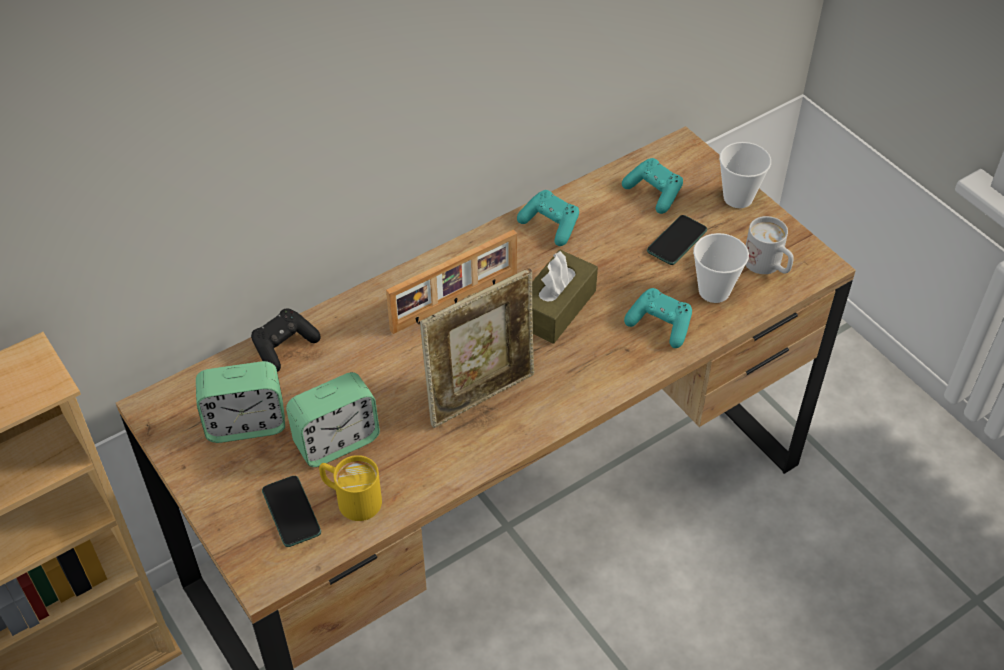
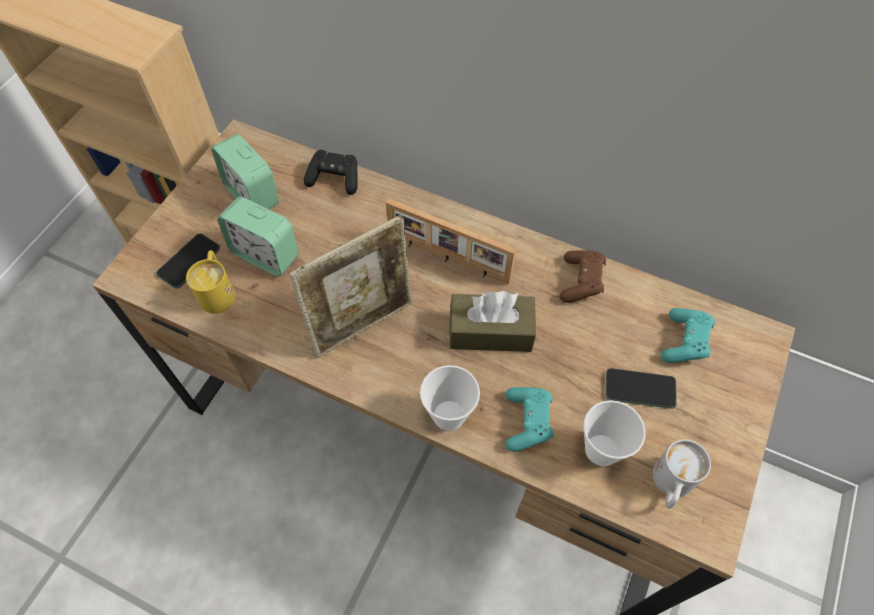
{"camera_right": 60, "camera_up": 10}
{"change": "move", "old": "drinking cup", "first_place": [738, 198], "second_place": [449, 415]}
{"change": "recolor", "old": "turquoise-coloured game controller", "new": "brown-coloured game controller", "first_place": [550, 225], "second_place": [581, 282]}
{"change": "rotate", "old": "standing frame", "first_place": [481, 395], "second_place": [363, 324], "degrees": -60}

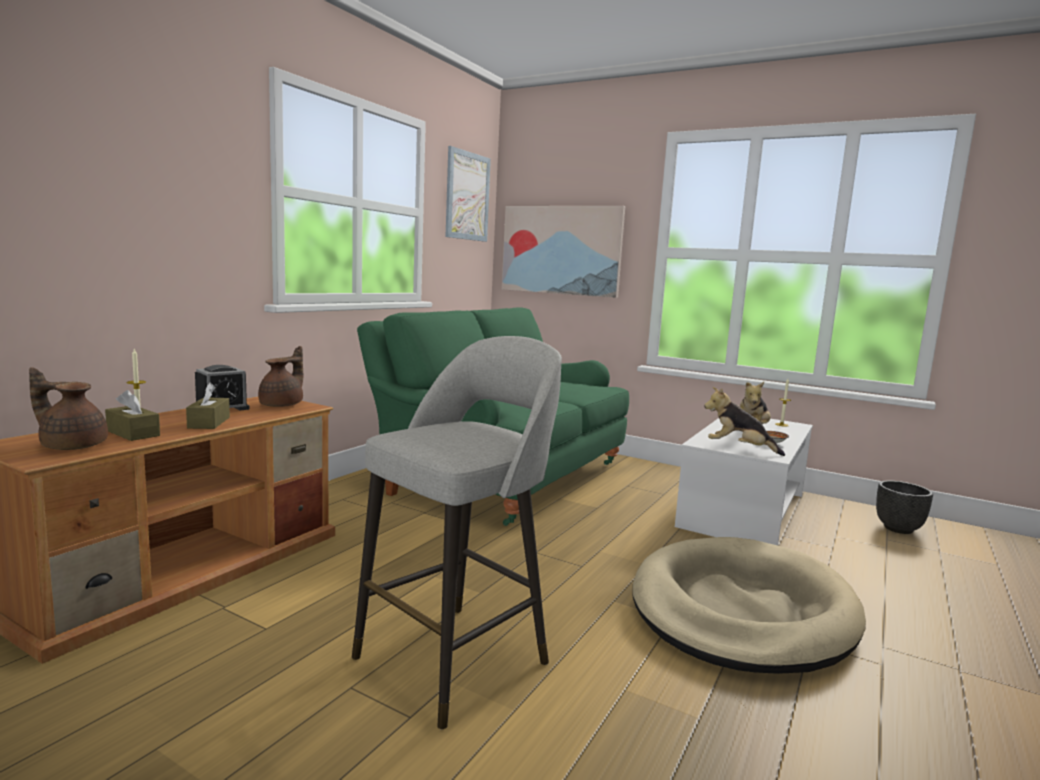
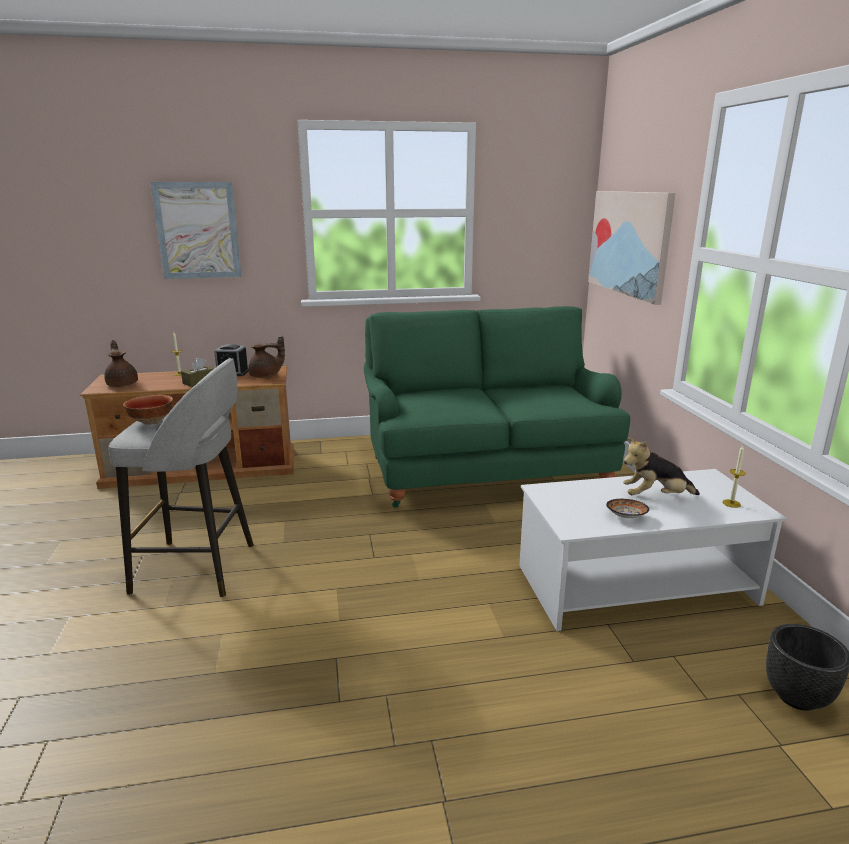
{"camera_right": 50, "camera_up": 10}
{"change": "move", "old": "picture", "first_place": [467, 196], "second_place": [197, 230]}
{"change": "delete", "old": "soft toy", "first_place": [739, 449]}
{"change": "delete", "old": "brown-coloured tissue holder", "first_place": [133, 433]}
{"change": "delete", "old": "beige dog bed", "first_place": [741, 610]}
{"change": "insert", "new": "bowl", "second_place": [150, 422]}

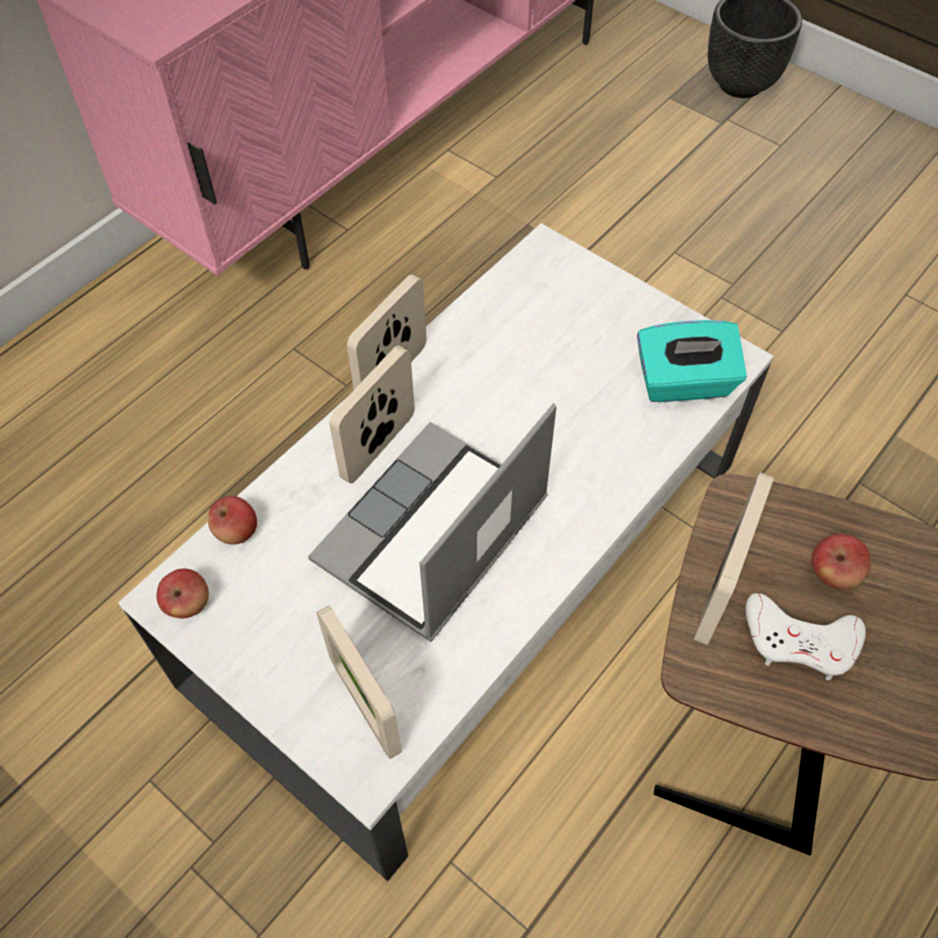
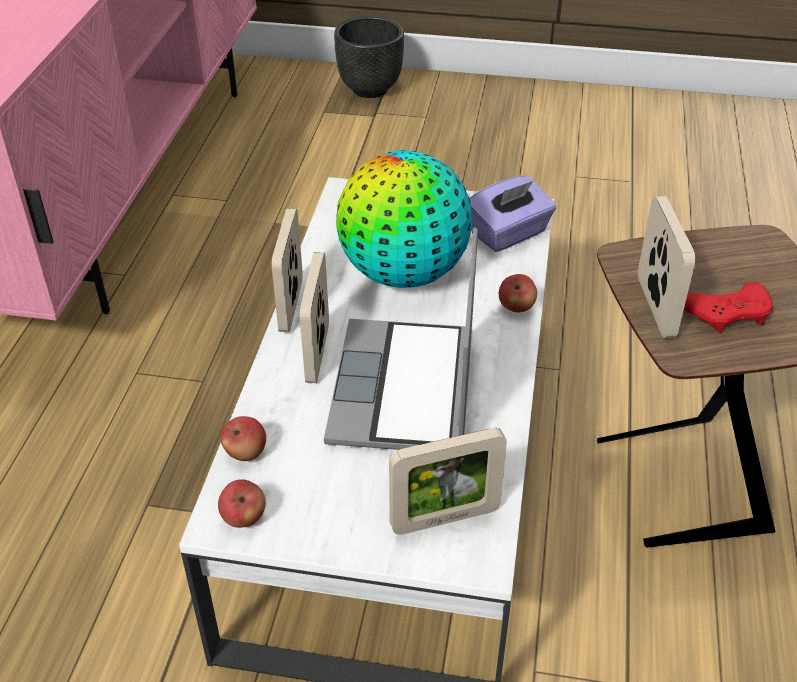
{"camera_right": -30, "camera_up": -15}
{"change": "recolor", "old": "turquoise-coloured tissue holder", "new": "purplish tissue holder", "first_place": [684, 383], "second_place": [509, 234]}
{"change": "move", "old": "apple fruit", "first_place": [833, 574], "second_place": [516, 307]}
{"change": "recolor", "old": "whitish game controller", "new": "red game controller", "first_place": [800, 641], "second_place": [727, 313]}
{"change": "rotate", "old": "standing frame", "first_place": [365, 706], "second_place": [445, 518], "degrees": -45}
{"change": "insert", "new": "world globe", "second_place": [404, 274]}

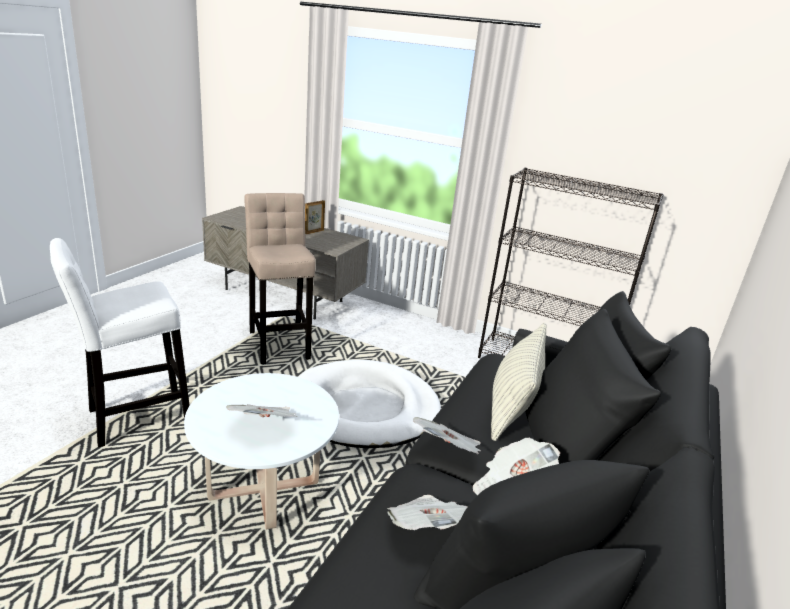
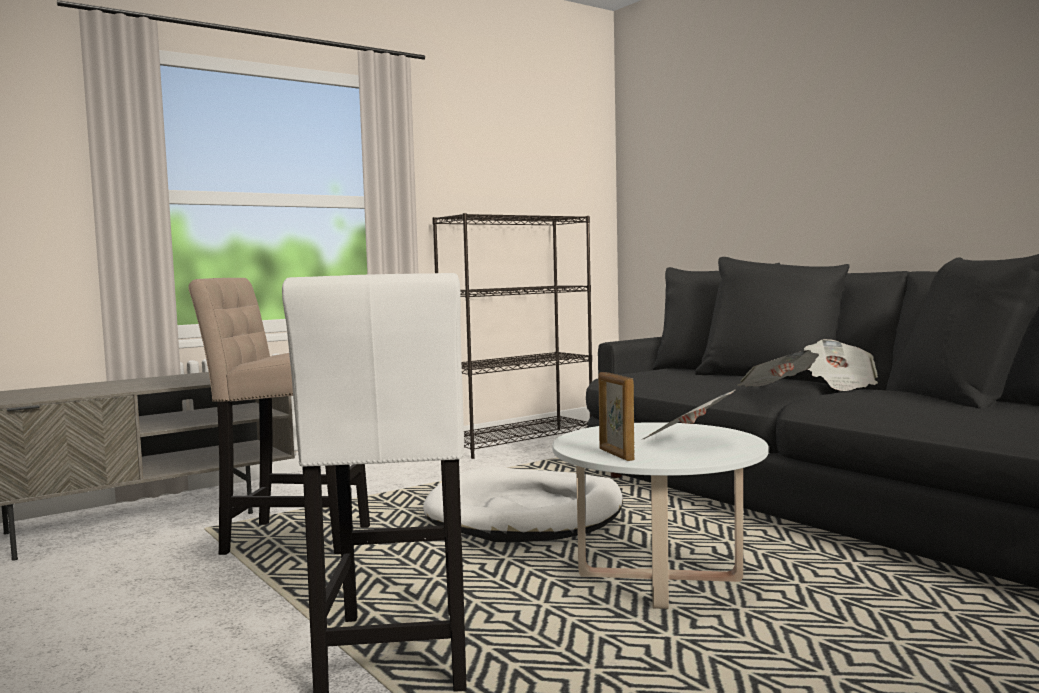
{"camera_right": -60, "camera_up": -20}
{"change": "move", "old": "standing frame", "first_place": [314, 232], "second_place": [615, 454]}
{"change": "delete", "old": "cushion", "first_place": [512, 406]}
{"change": "delete", "old": "newspaper", "first_place": [426, 528]}

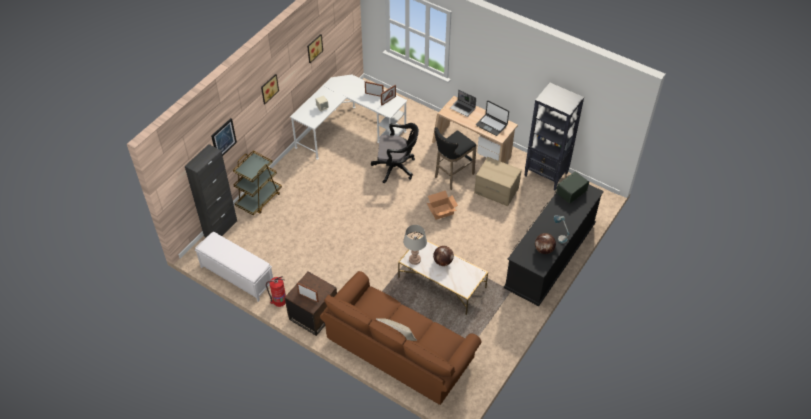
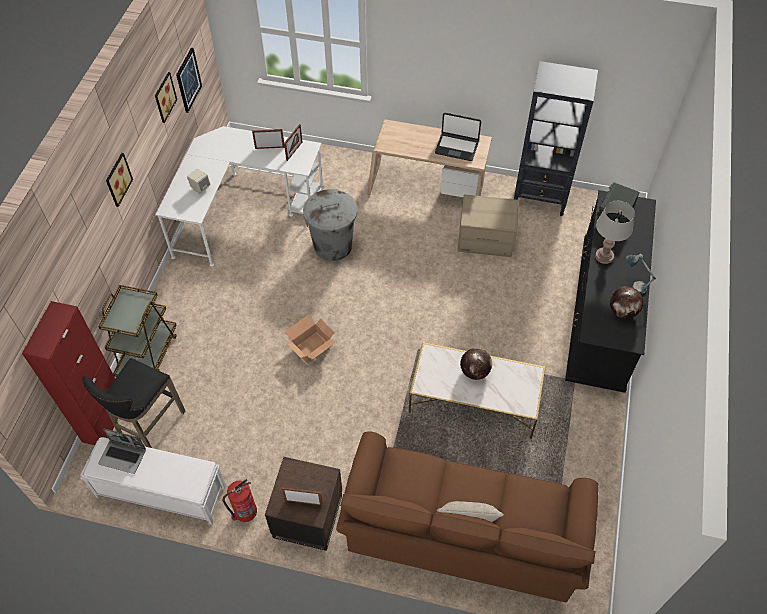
{"camera_right": -20, "camera_up": 5}
{"change": "move", "old": "portable computer", "first_place": [463, 108], "second_place": [123, 456]}
{"change": "move", "old": "picture", "first_place": [223, 138], "second_place": [188, 80]}
{"change": "replace", "old": "blackish desk chair", "new": "greyish trash can", "first_place": [396, 167], "second_place": [333, 245]}
{"change": "move", "old": "blackish stool", "first_place": [452, 176], "second_place": [149, 427]}
{"change": "recolor", "old": "blackish storage cabinet", "new": "red storage cabinet", "first_place": [220, 228], "second_place": [104, 421]}
{"change": "move", "old": "carton", "first_place": [442, 211], "second_place": [312, 347]}
{"change": "move", "old": "greyish table lamp", "first_place": [414, 260], "second_place": [604, 256]}

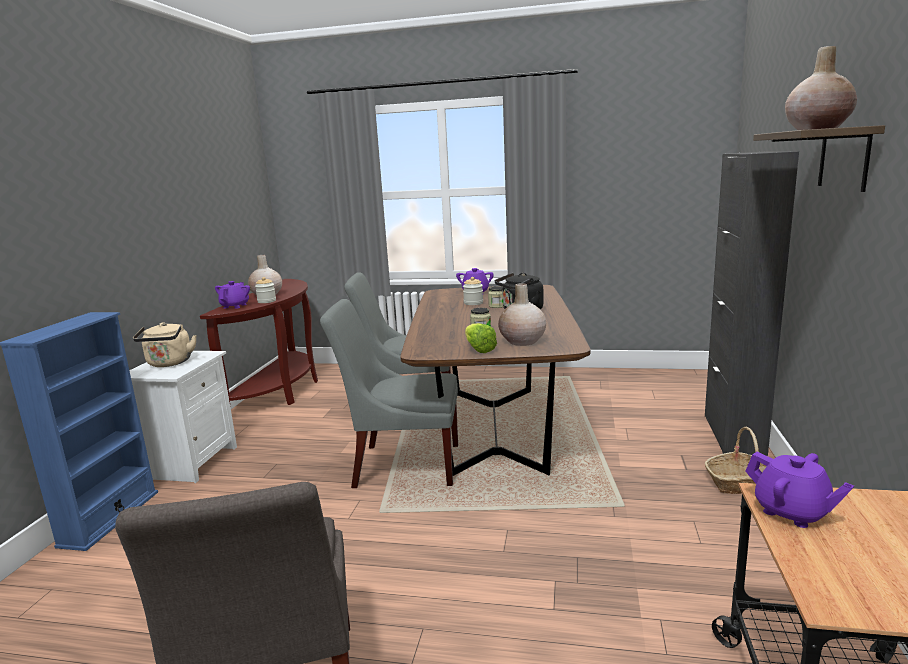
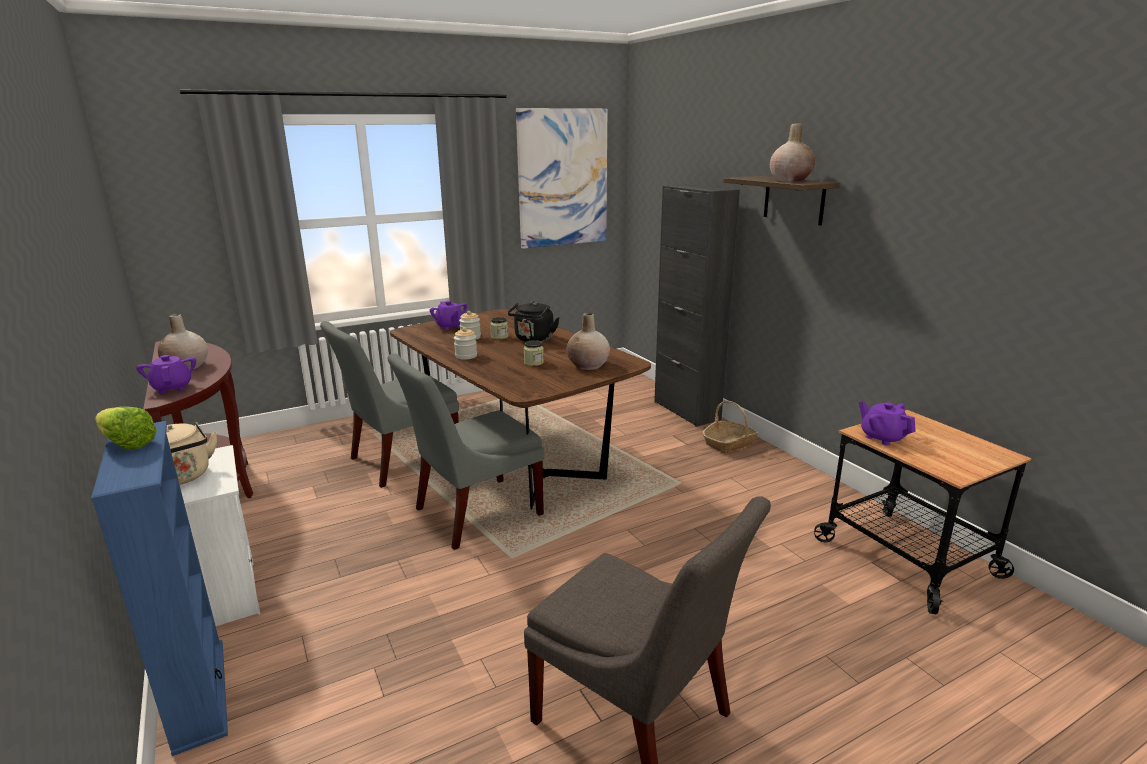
{"camera_right": -40, "camera_up": 5}
{"change": "move", "old": "jar", "first_place": [266, 301], "second_place": [466, 356]}
{"change": "move", "old": "lettuce head", "first_place": [478, 348], "second_place": [125, 442]}
{"change": "rotate", "old": "purplish tea pot", "first_place": [792, 512], "second_place": [882, 437], "degrees": -135}
{"change": "insert", "new": "picture", "second_place": [562, 178]}

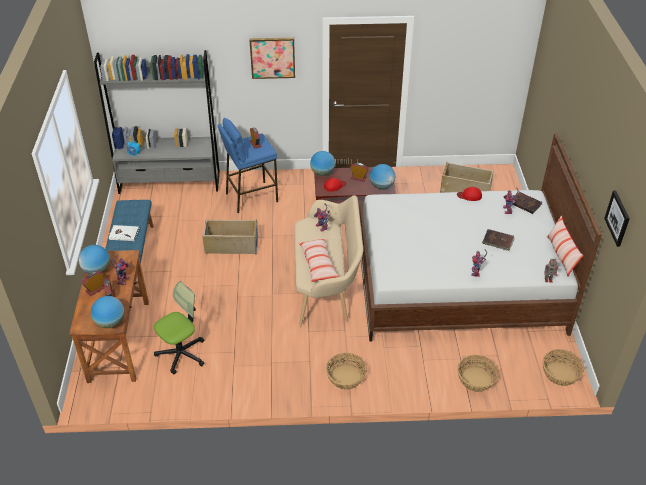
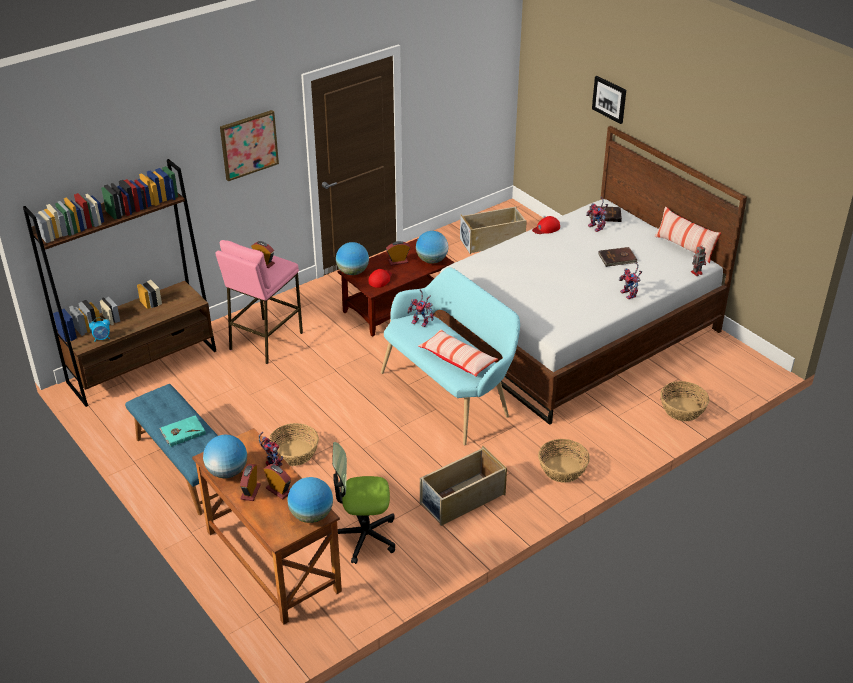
{"camera_right": -35, "camera_up": -5}
{"change": "recolor", "old": "greyish bookcase", "new": "brown-coloured bookcase", "first_place": [170, 182], "second_place": [143, 366]}
{"change": "recolor", "old": "blue-coloured stool", "new": "pink-coloured stool", "first_place": [251, 197], "second_place": [265, 341]}
{"change": "move", "old": "picture", "first_place": [618, 218], "second_place": [609, 99]}
{"change": "recolor", "old": "beige indoor bench", "new": "turquoise-coloured indoor bench", "first_place": [326, 286], "second_place": [450, 393]}
{"change": "move", "old": "beige storage bin", "first_place": [231, 245], "second_place": [462, 499]}
{"change": "recolor", "old": "whitish book", "new": "turquoise-coloured book", "first_place": [124, 234], "second_place": [182, 432]}
{"change": "rotate", "old": "desk chair", "first_place": [181, 353], "second_place": [363, 536], "degrees": -105}
{"change": "move", "old": "household basket", "first_place": [560, 374], "second_place": [295, 453]}

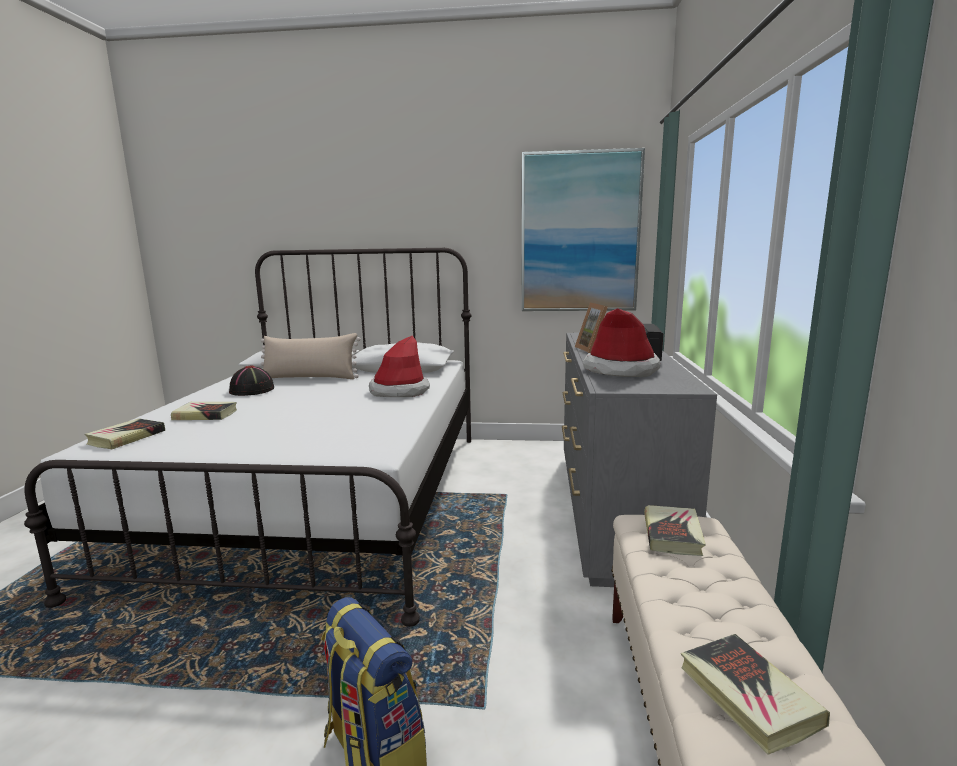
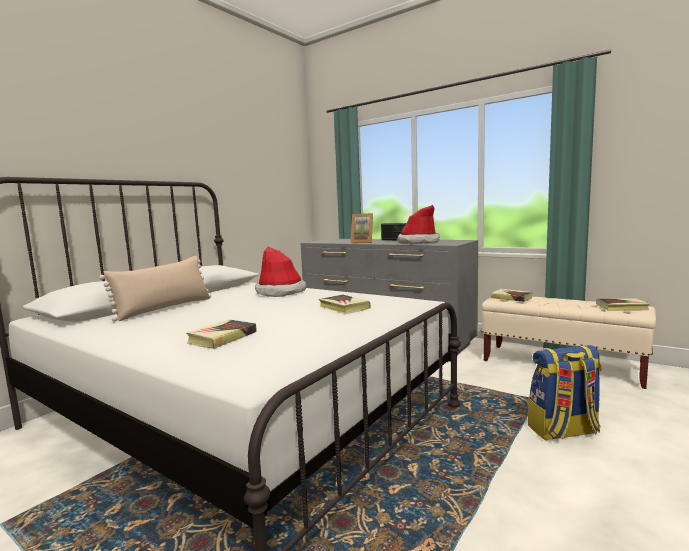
{"camera_right": -60, "camera_up": -5}
{"change": "delete", "old": "picture", "first_place": [579, 233]}
{"change": "delete", "old": "blackish wearable hat", "first_place": [252, 391]}
{"change": "move", "old": "book", "first_place": [126, 438], "second_place": [344, 307]}

